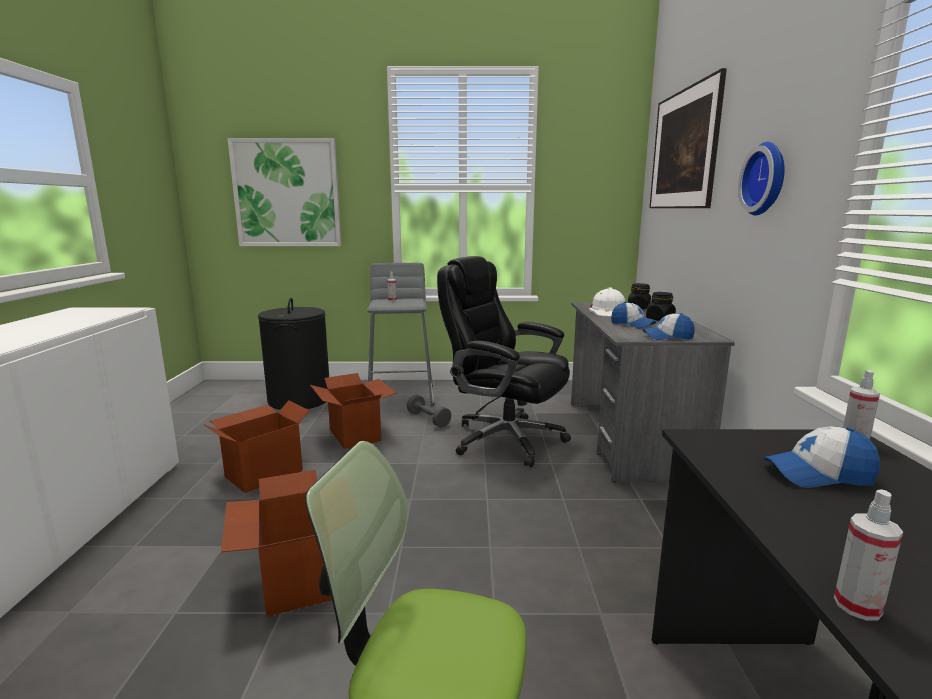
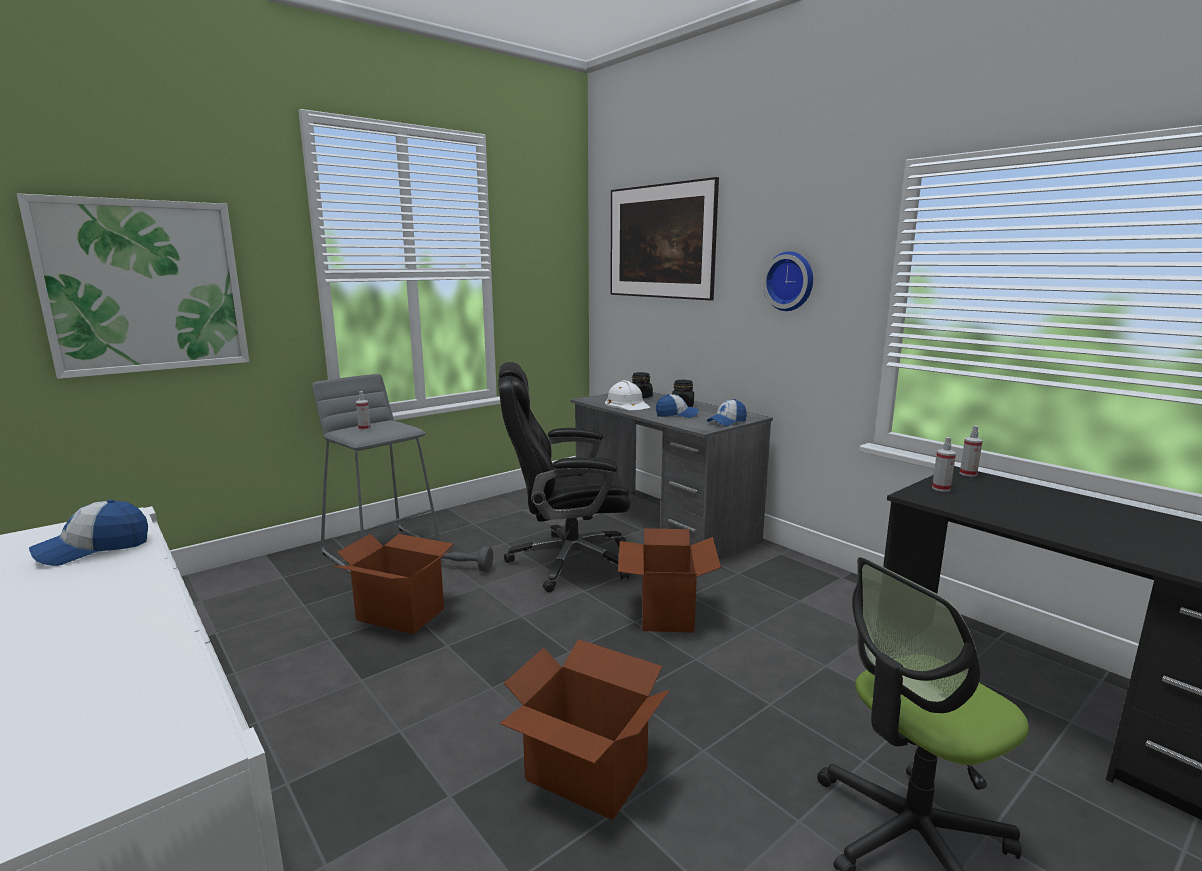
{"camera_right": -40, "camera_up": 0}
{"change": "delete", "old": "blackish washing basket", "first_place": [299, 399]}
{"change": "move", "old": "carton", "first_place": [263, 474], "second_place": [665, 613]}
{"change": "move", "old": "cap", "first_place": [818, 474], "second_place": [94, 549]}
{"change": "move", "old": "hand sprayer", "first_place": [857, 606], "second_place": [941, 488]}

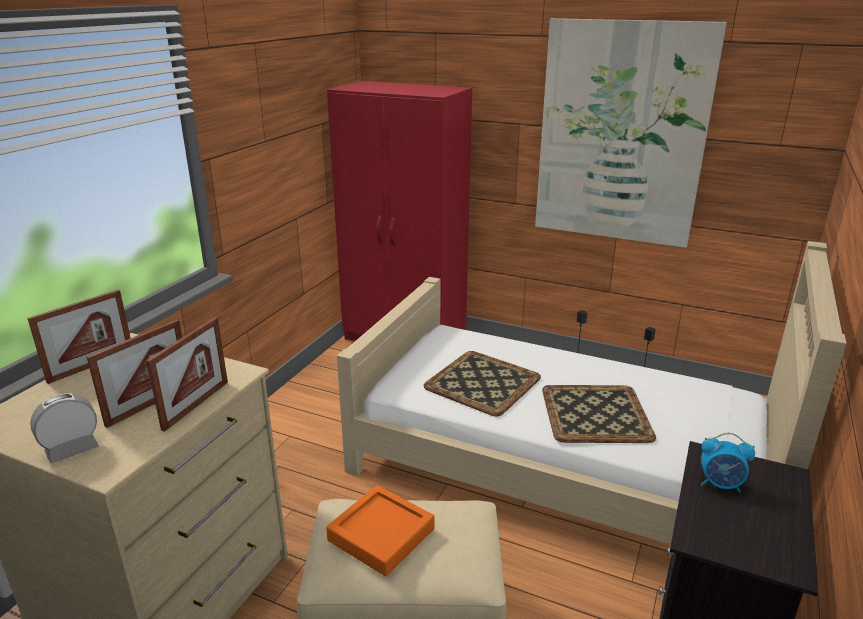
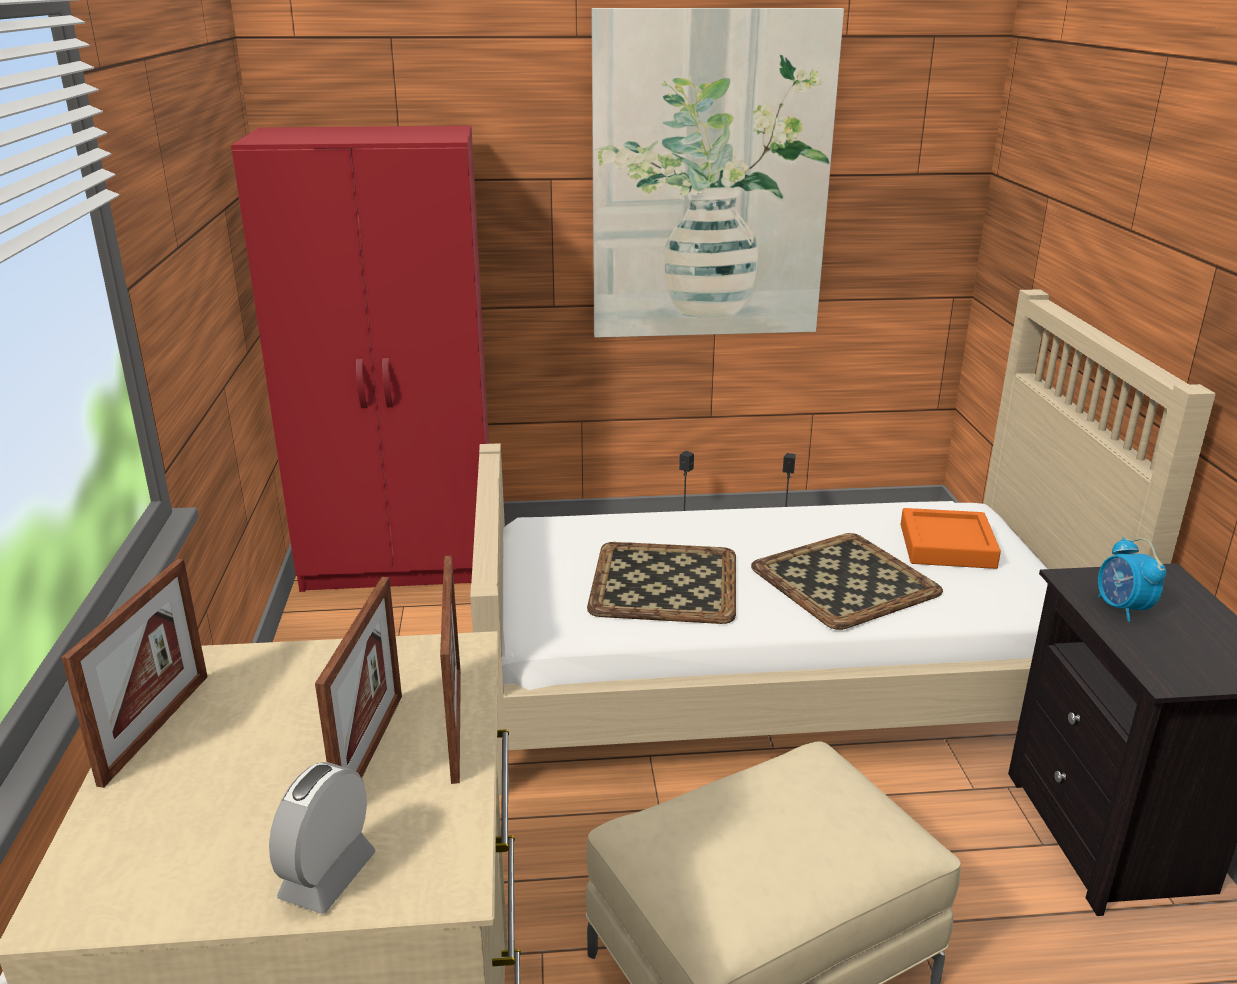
{"camera_right": -30, "camera_up": 0}
{"change": "rotate", "old": "table clock", "first_place": [720, 484], "second_place": [1122, 608], "degrees": 90}
{"change": "move", "old": "orangey carrying tray", "first_place": [381, 535], "second_place": [947, 546]}

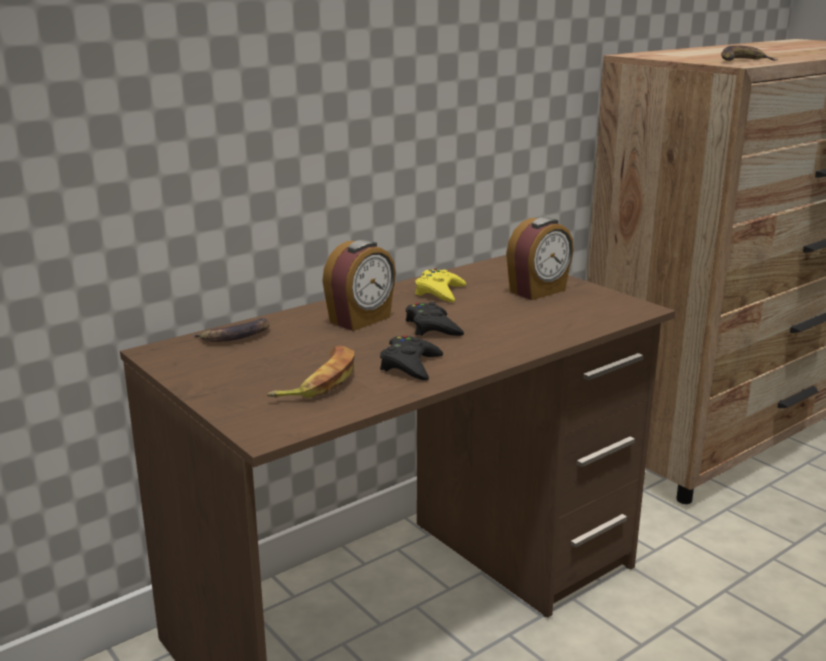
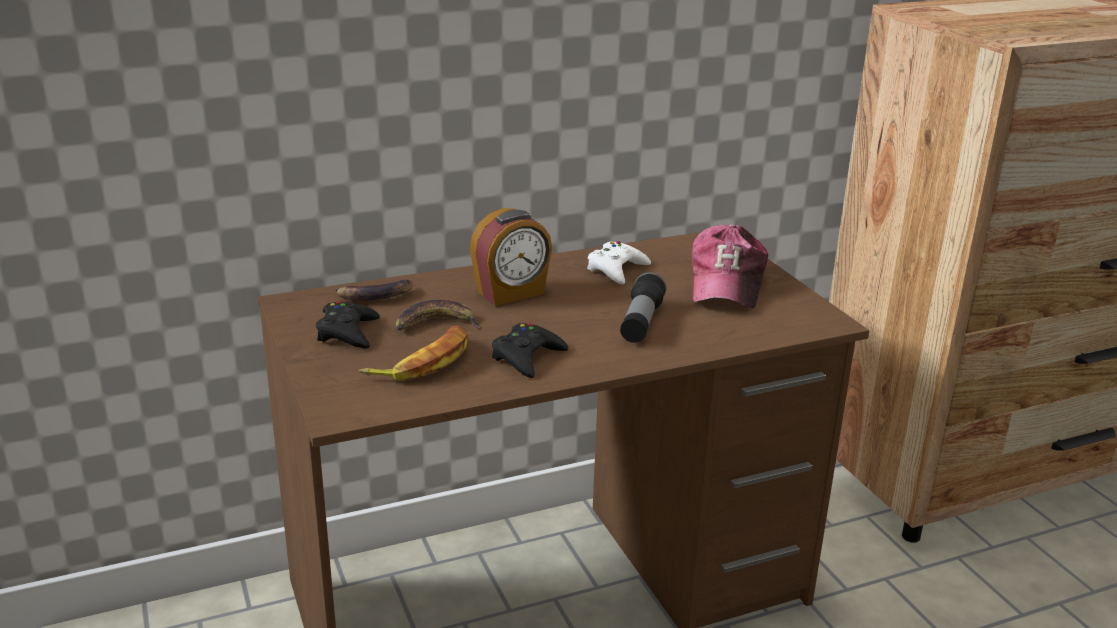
{"camera_right": 15, "camera_up": 5}
{"change": "move", "old": "banana", "first_place": [743, 61], "second_place": [435, 324]}
{"change": "replace", "old": "table clock", "new": "cap", "first_place": [538, 291], "second_place": [727, 283]}
{"change": "recolor", "old": "yellow game controller", "new": "whitish game controller", "first_place": [439, 292], "second_place": [616, 269]}
{"change": "move", "old": "blackish game controller", "first_place": [432, 327], "second_place": [348, 332]}
{"change": "insert", "new": "flashlight", "second_place": [641, 323]}

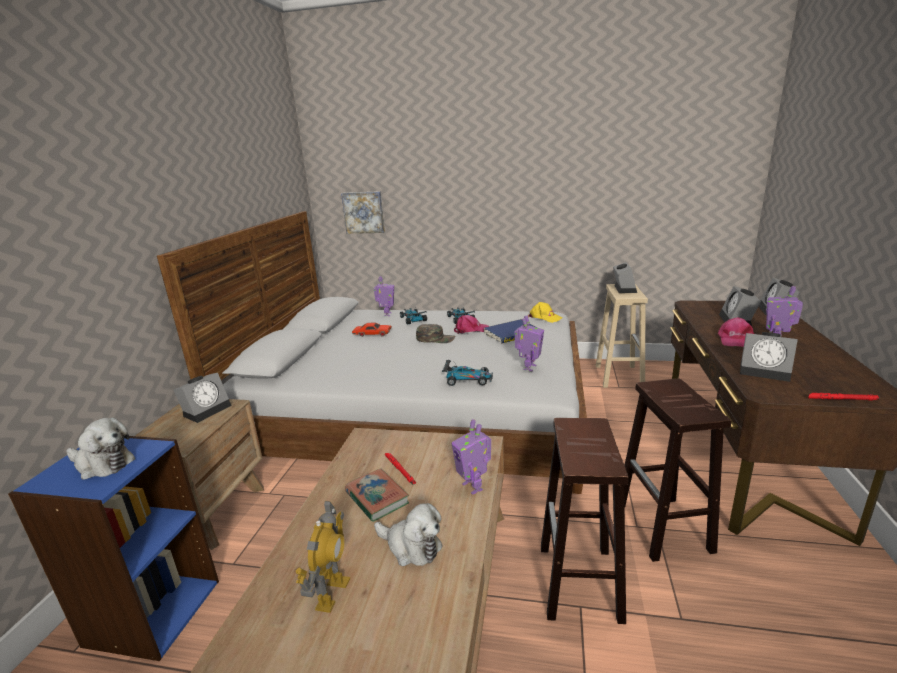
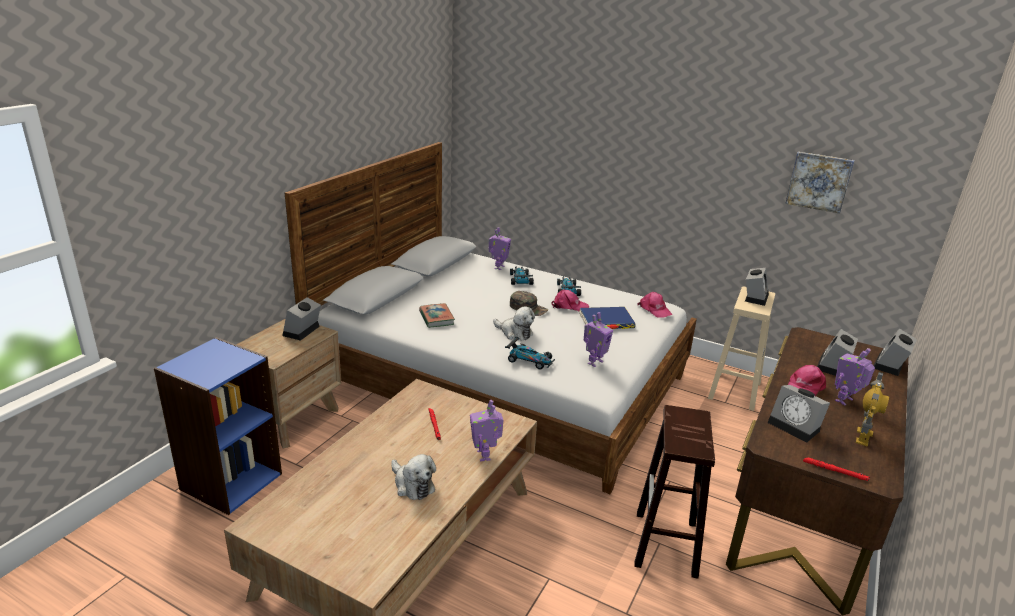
{"camera_right": 15, "camera_up": 5}
{"change": "move", "old": "picture", "first_place": [364, 212], "second_place": [819, 181]}
{"change": "recolor", "old": "yellow cap", "new": "pink-coloured cap", "first_place": [544, 317], "second_place": [654, 309]}
{"change": "delete", "old": "red toy car", "first_place": [372, 334]}
{"change": "rotate", "old": "table clock", "first_place": [207, 410], "second_place": [302, 332], "degrees": 150}
{"change": "move", "old": "soft toy", "first_place": [102, 464], "second_place": [514, 333]}
{"change": "delete", "old": "brown-coloured stool", "first_place": [580, 583]}
{"change": "move", "old": "book", "first_place": [377, 498], "second_place": [436, 318]}
{"change": "move", "old": "robot figure", "first_place": [332, 593], "second_place": [863, 437]}

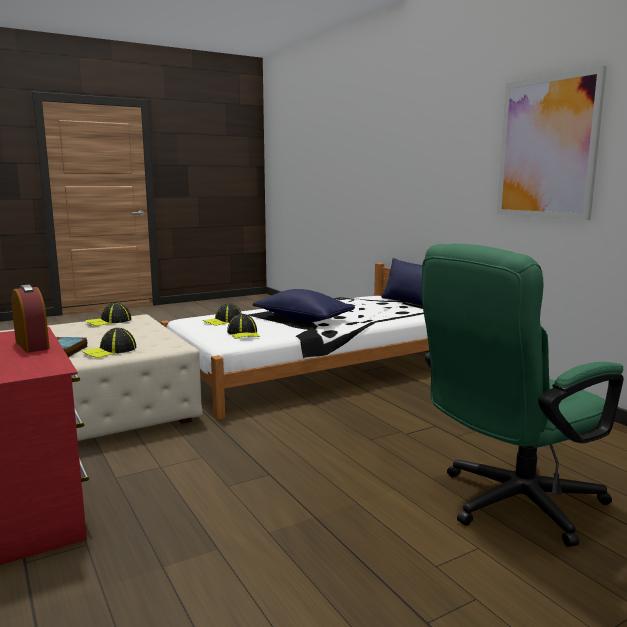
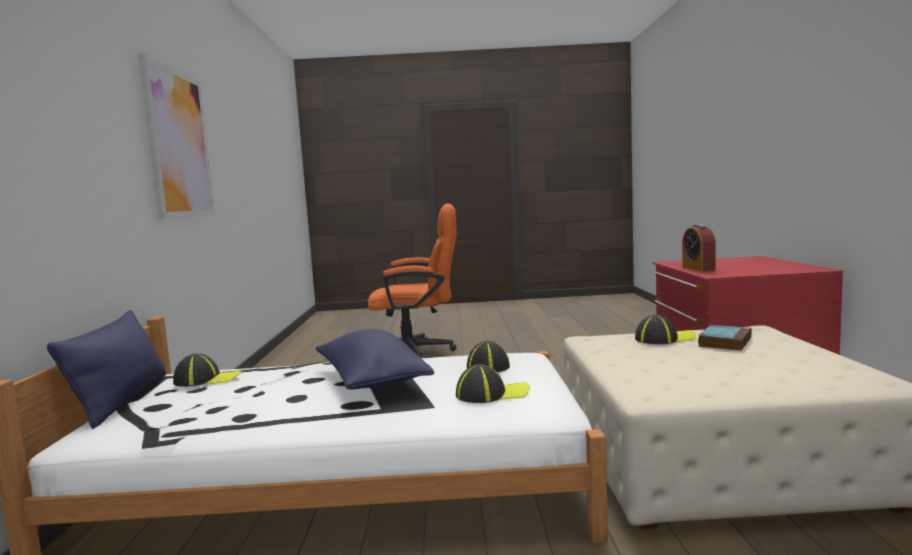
{"camera_right": -150, "camera_up": -5}
{"change": "recolor", "old": "green desk chair", "new": "orangey desk chair", "first_place": [509, 505], "second_place": [418, 352]}
{"change": "move", "old": "cap", "first_place": [109, 321], "second_place": [208, 379]}

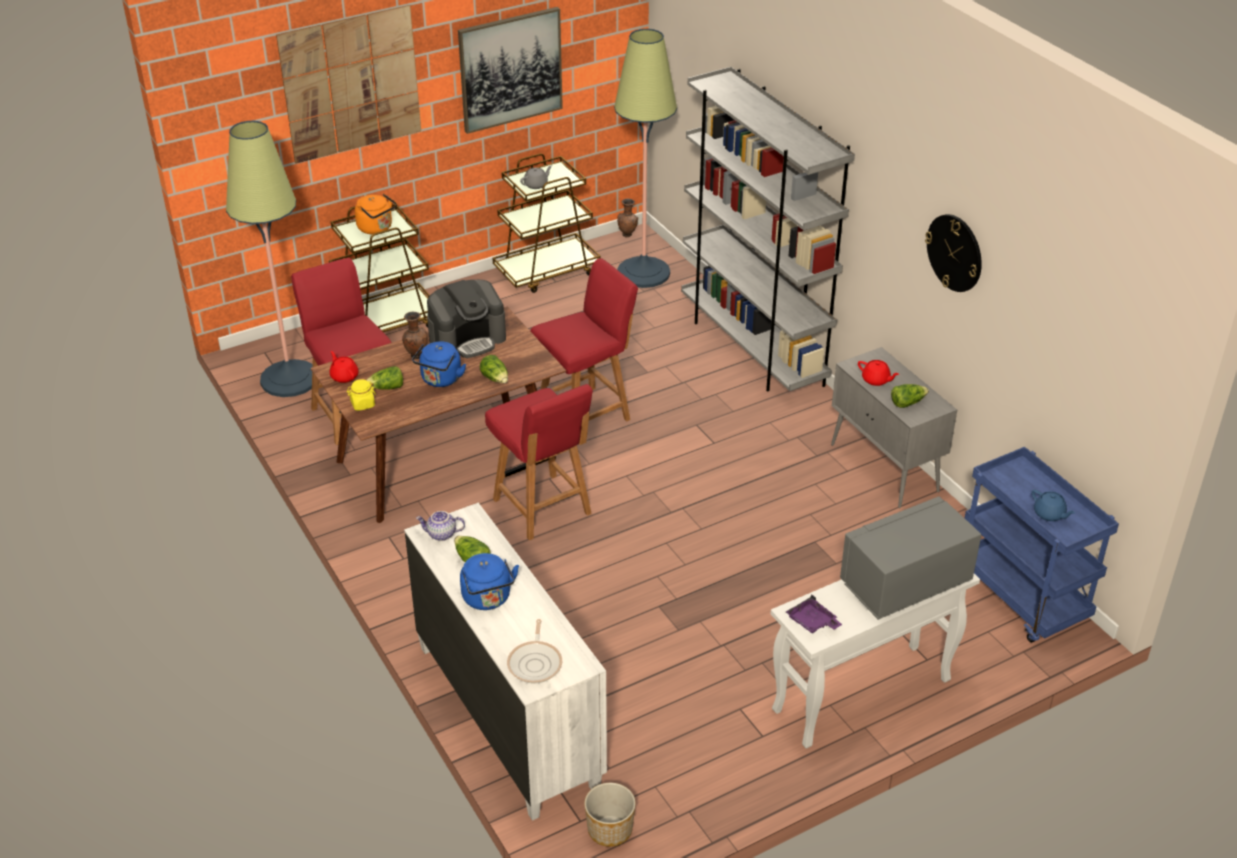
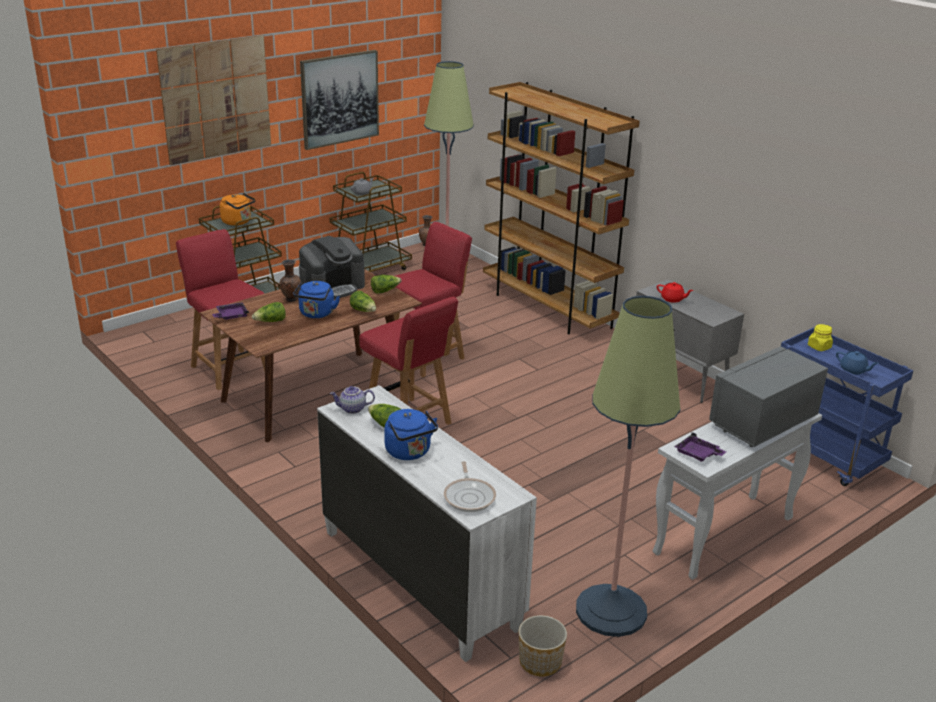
{"camera_right": -10, "camera_up": -10}
{"change": "recolor", "old": "greyish bookcase", "new": "brown-coloured bookcase", "first_place": [753, 348], "second_place": [547, 308]}
{"change": "move", "old": "standard lamp", "first_place": [289, 379], "second_place": [611, 611]}
{"change": "delete", "old": "wall clock", "first_place": [955, 252]}
{"change": "replace", "old": "red tea pot", "new": "purplish carrying tray", "first_place": [344, 376], "second_place": [231, 316]}
{"change": "move", "old": "yellow jar", "first_place": [362, 404], "second_place": [819, 347]}
{"change": "move", "old": "lettuce head", "first_place": [907, 403], "second_place": [385, 291]}

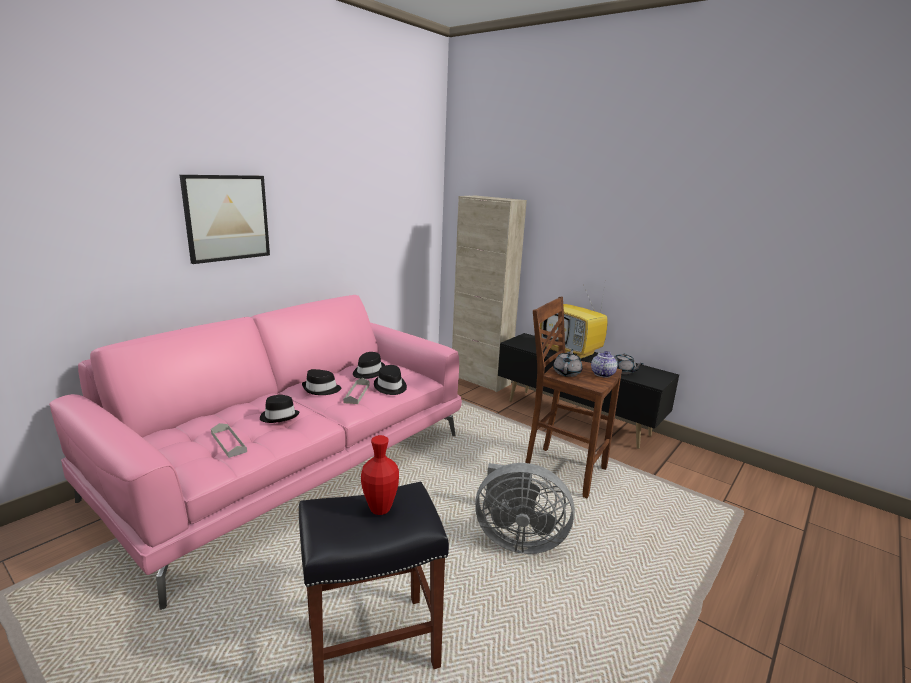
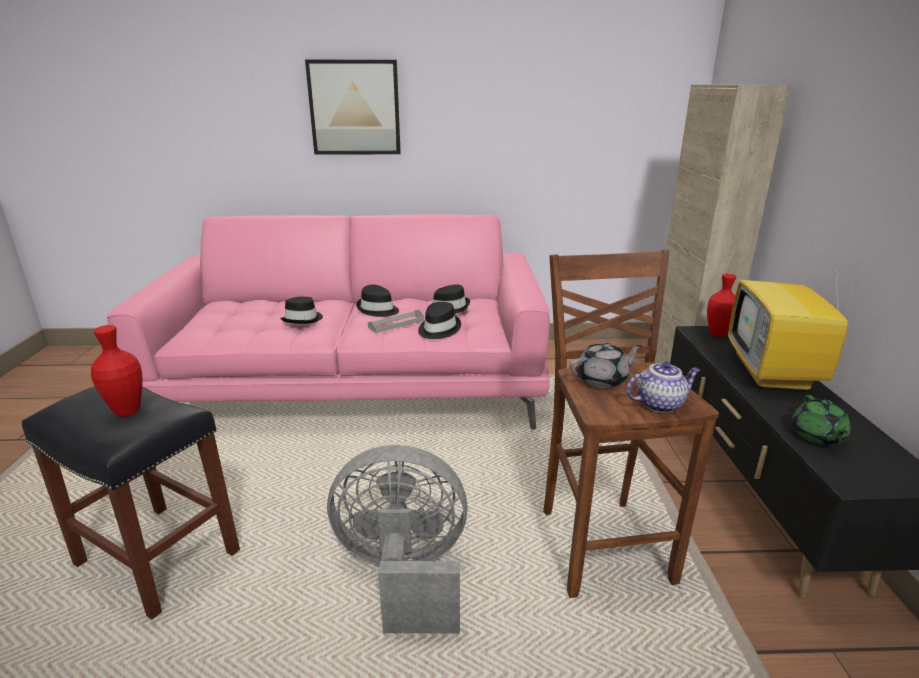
{"camera_right": 50, "camera_up": 5}
{"change": "recolor", "old": "greyish tea pot", "new": "green tea pot", "first_place": [623, 371], "second_place": [817, 436]}
{"change": "delete", "old": "greyish carrying tray", "first_place": [228, 442]}
{"change": "rotate", "old": "greyish fan", "first_place": [517, 539], "second_place": [404, 574], "degrees": 120}
{"change": "insert", "new": "red vase", "second_place": [717, 334]}

